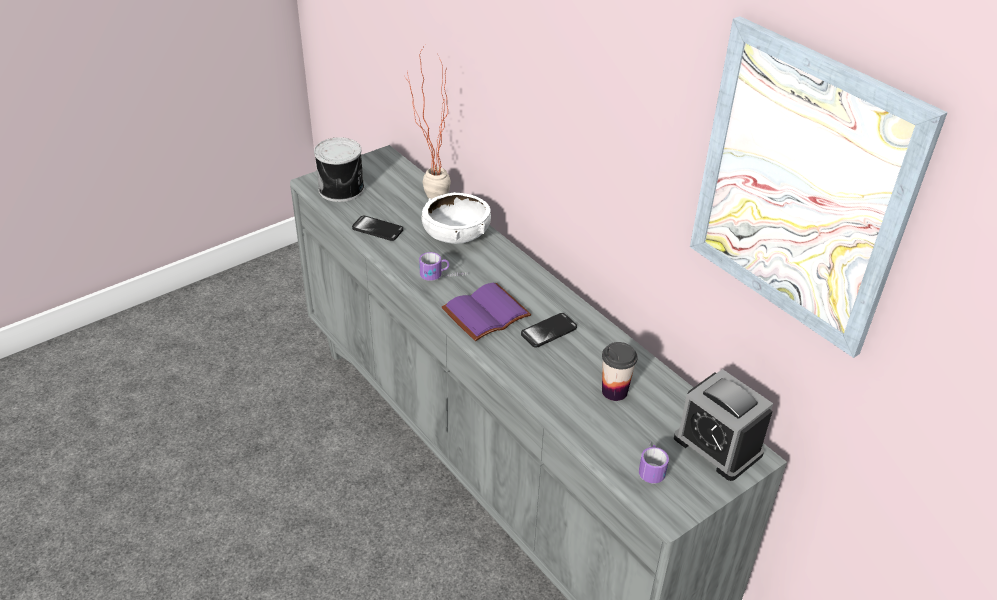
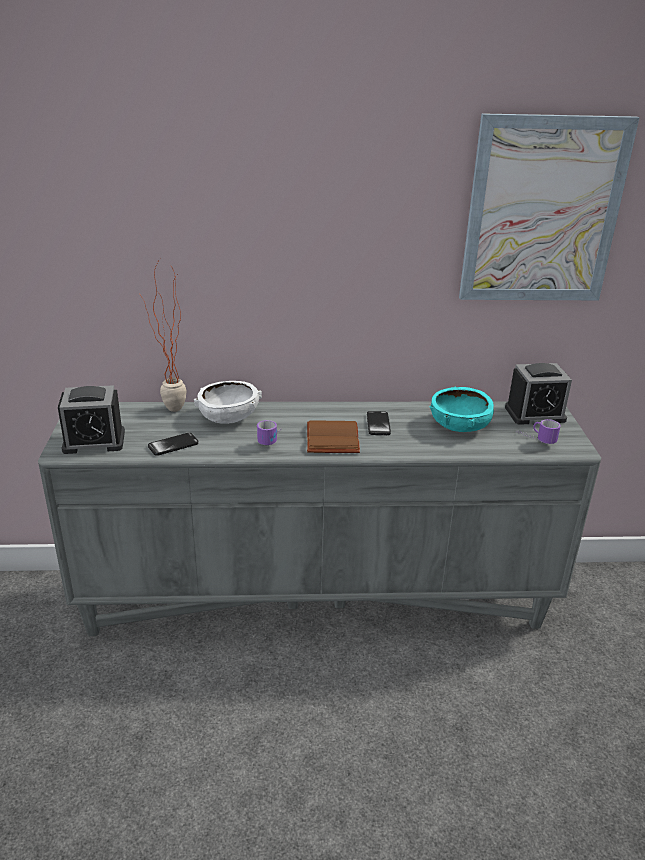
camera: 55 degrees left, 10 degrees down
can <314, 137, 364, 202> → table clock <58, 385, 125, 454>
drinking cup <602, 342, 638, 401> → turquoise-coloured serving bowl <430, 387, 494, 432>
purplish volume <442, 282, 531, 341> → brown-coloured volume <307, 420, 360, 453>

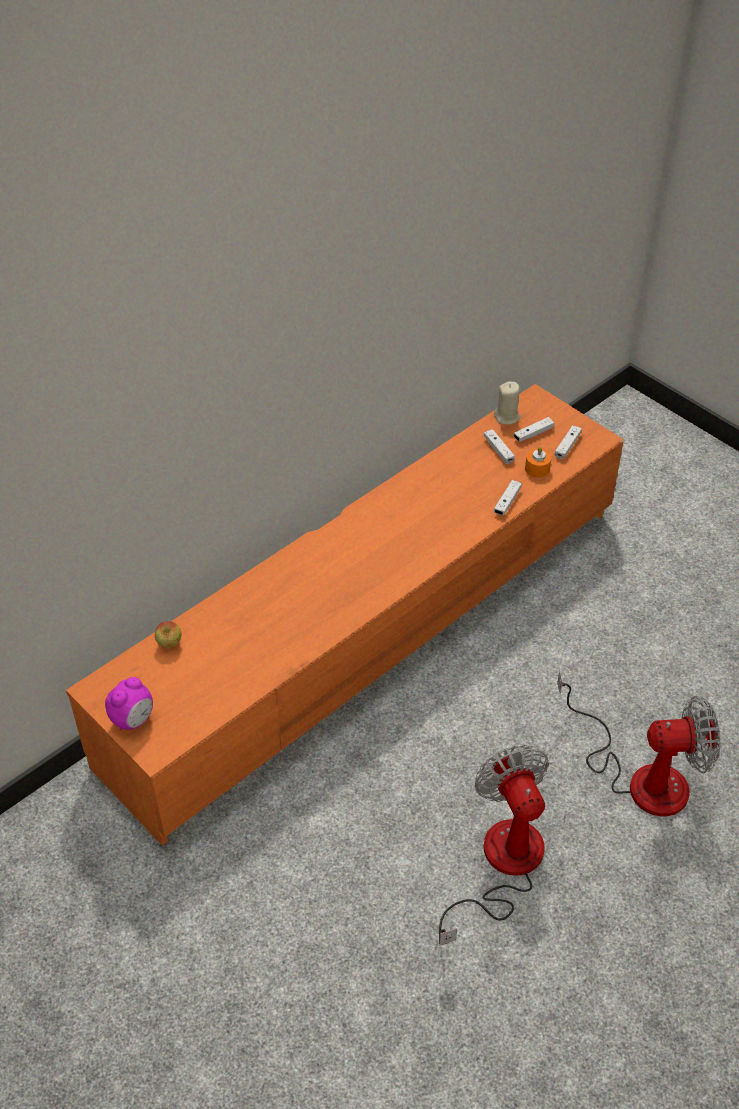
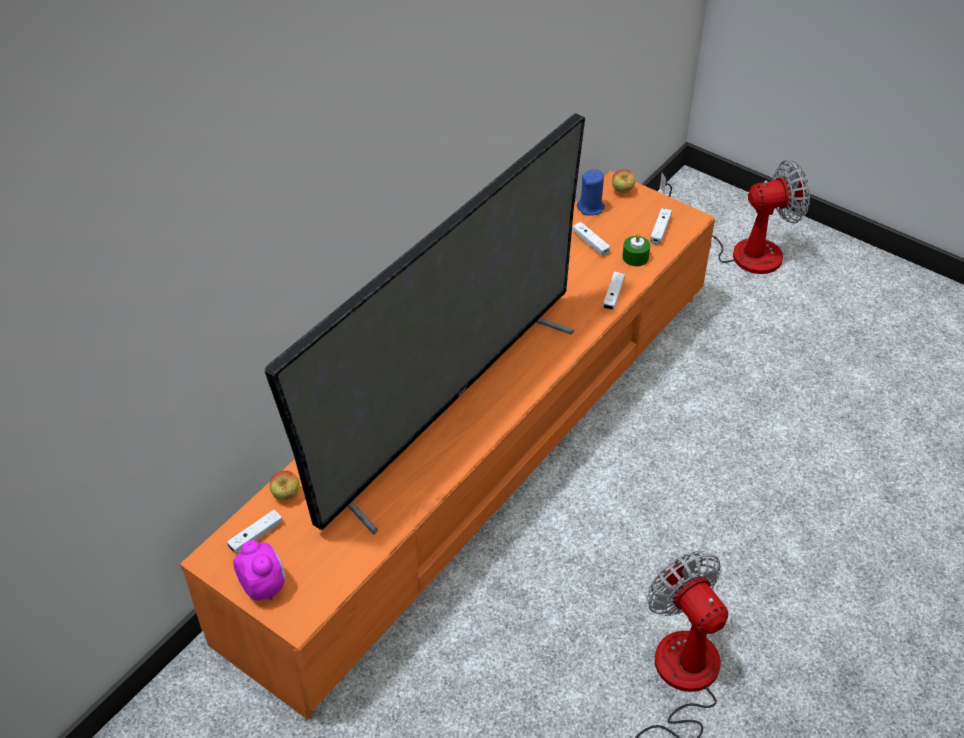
camera: 10 degrees left, 0 degrees up
- → TV <264, 113, 585, 535>
- → whole apple <612, 169, 635, 193>
white-coloured joypad <514, 417, 554, 442> → white-coloured joypad <227, 510, 283, 553>, move
electric fan <557, 671, 720, 816> → electric fan <660, 160, 810, 274>, move
beige candle <494, 381, 521, 425> → blue-coloured candle <577, 169, 605, 215>
orange-coloured candle <525, 447, 551, 478> → green-coloured candle <622, 233, 650, 266>
table clock <105, 677, 153, 730> → table clock <233, 540, 285, 601>, 60 degrees counterclockwise

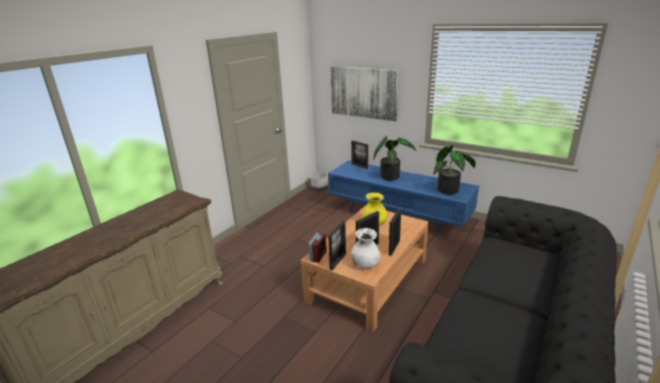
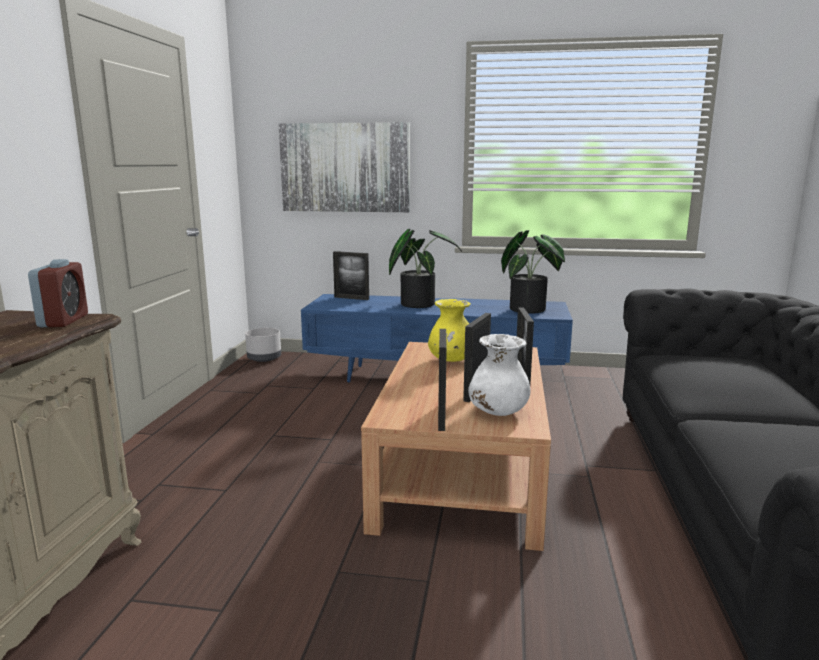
camera: 25 degrees left, 10 degrees down
table clock <308, 233, 326, 263> → table clock <28, 259, 88, 327>, move

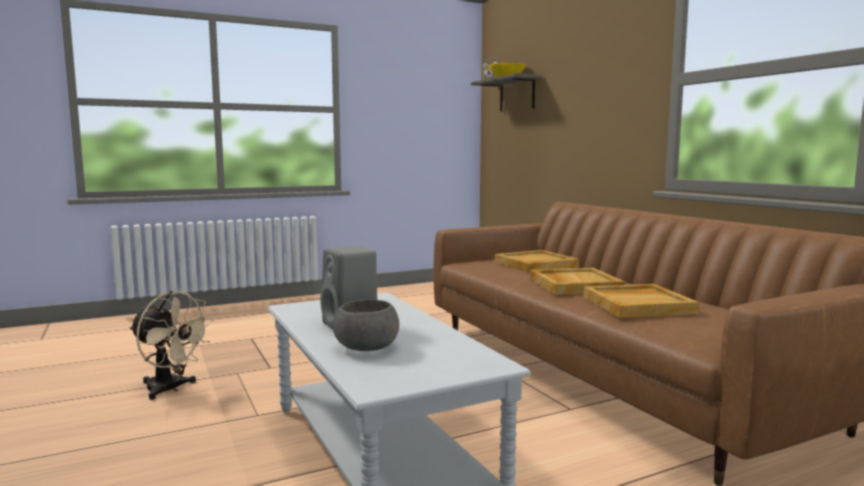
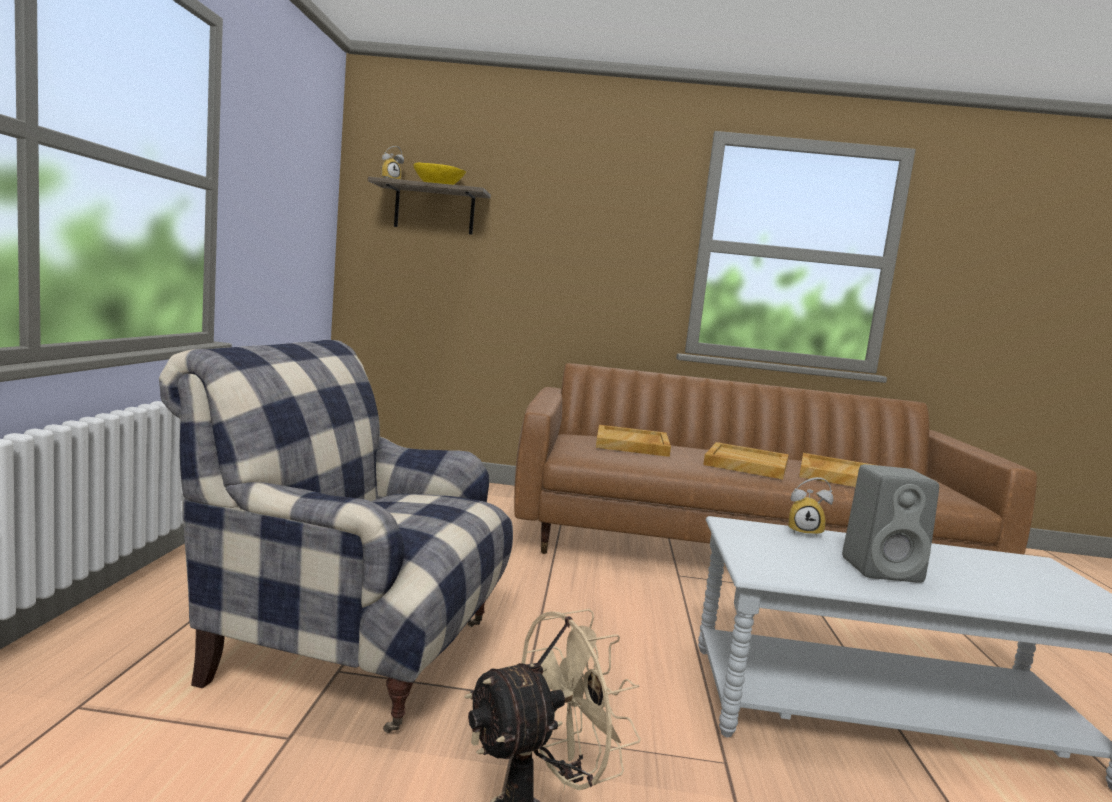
camera: 60 degrees left, 0 degrees up
grey serving bowl <333, 299, 399, 351> → -
- → armchair <159, 340, 513, 733>
- → table clock <788, 477, 833, 537>

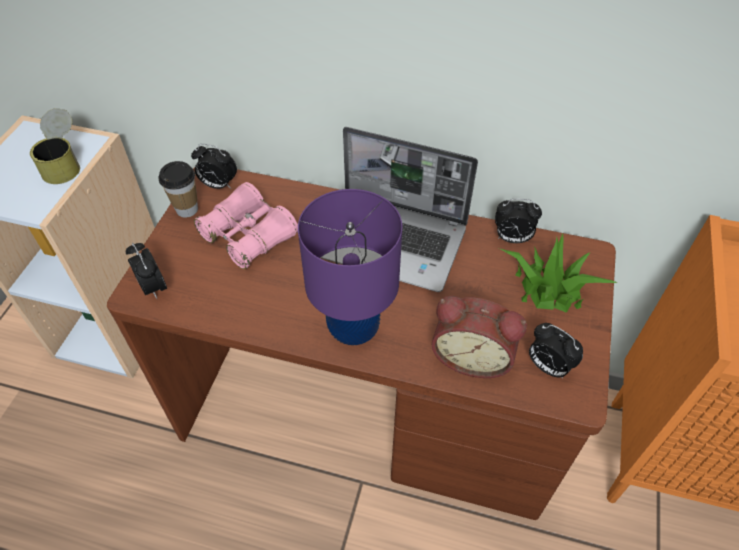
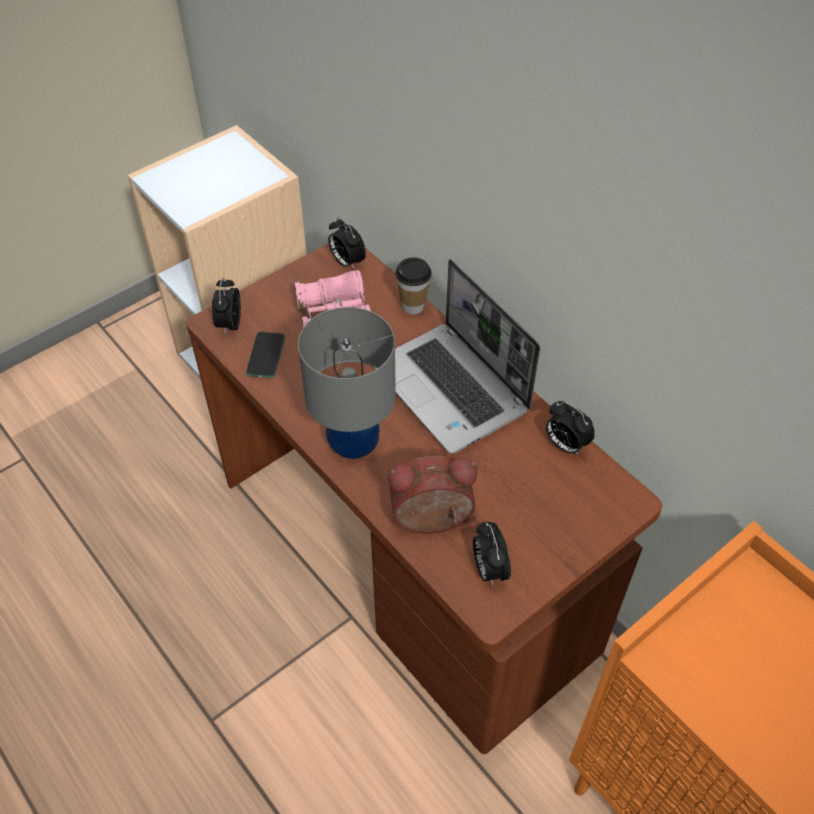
camera: 35 degrees right, 0 degrees up
can <30, 109, 80, 184> → -
potted plant <499, 234, 617, 313> → -
- → telephone <246, 332, 285, 378>
drinking cup <159, 161, 198, 217> → drinking cup <395, 257, 432, 315>, move
purplish tabletop lamp <298, 189, 402, 345> → grey tabletop lamp <298, 307, 396, 459>
table clock <432, 296, 527, 378> → table clock <388, 455, 477, 534>, 120 degrees clockwise

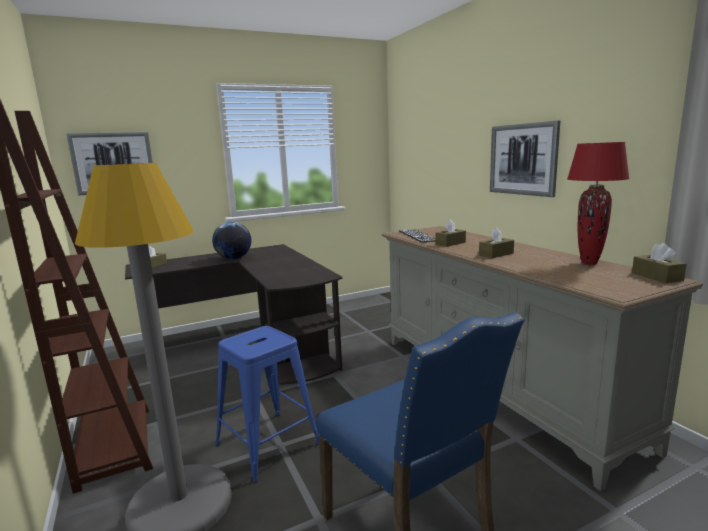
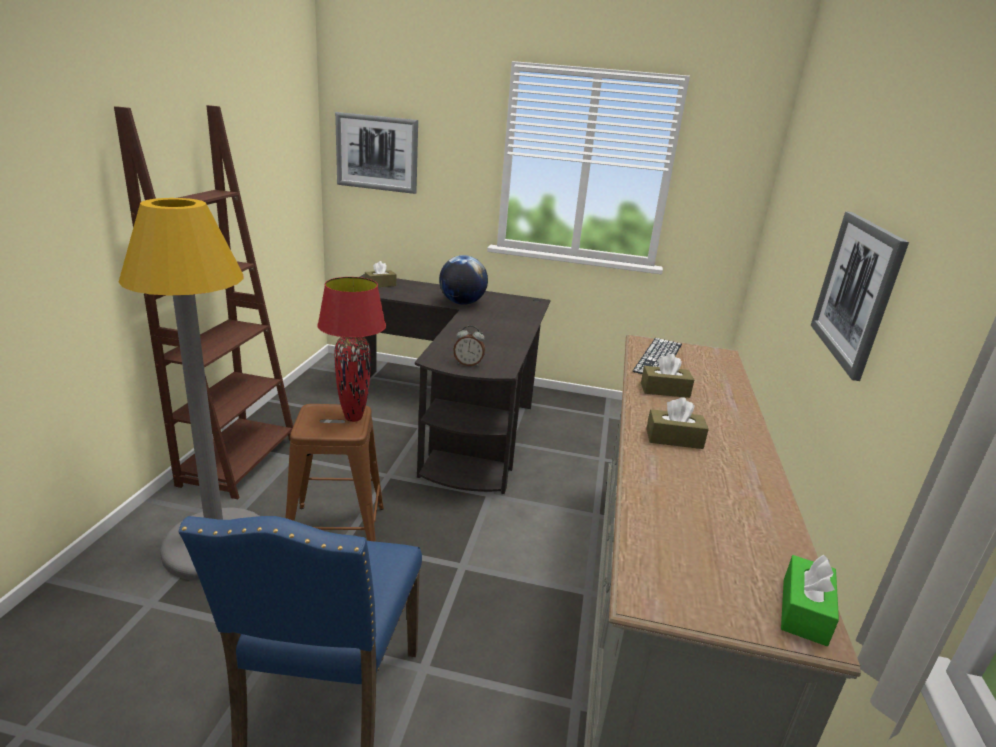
camera: 35 degrees right, 10 degrees up
- → table clock <453, 325, 485, 366>
reddish tabletop lamp <567, 142, 630, 265> → reddish tabletop lamp <317, 277, 386, 422>, move
blue-coloured stool seat <216, 326, 319, 483> → brown-coloured stool seat <285, 404, 384, 542>
brown-coloured box of tissues <632, 243, 687, 283> → green-coloured box of tissues <781, 554, 839, 646>

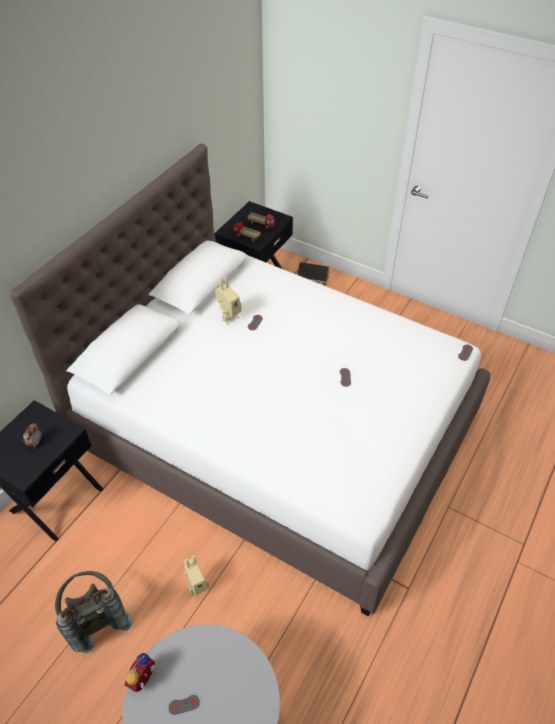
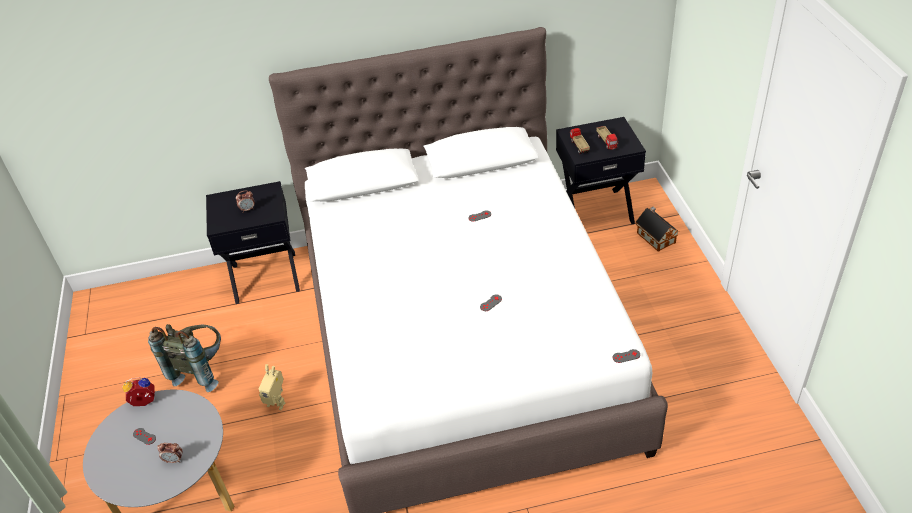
camera: 50 degrees right, 5 degrees down
robot figure <215, 277, 241, 324> → -
- → table clock <157, 443, 183, 463>

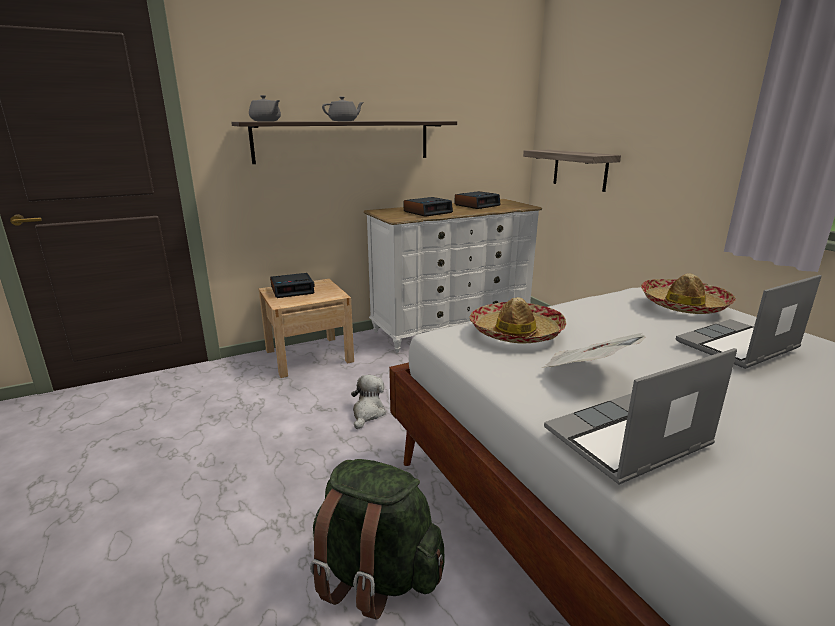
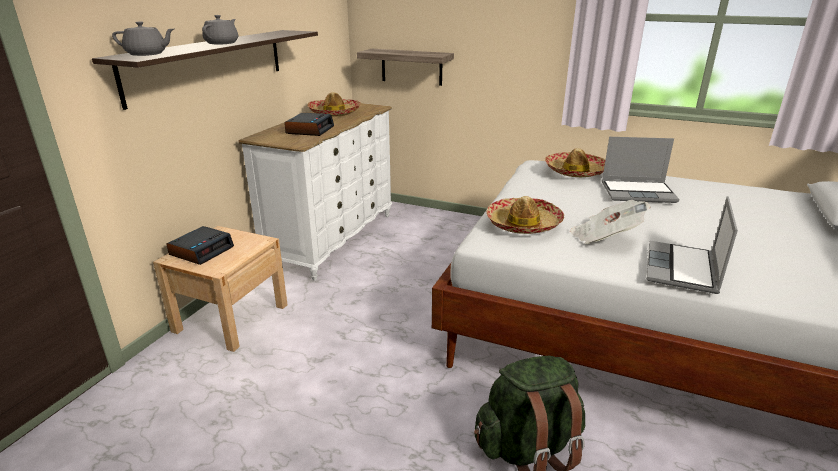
camera: 40 degrees left, 5 degrees up
plush toy <351, 375, 386, 429> → -
table clock <455, 191, 501, 209> → clothing hat <307, 92, 361, 116>
notebook computer <676, 275, 822, 369> → notebook computer <602, 137, 679, 203>, 105 degrees counterclockwise

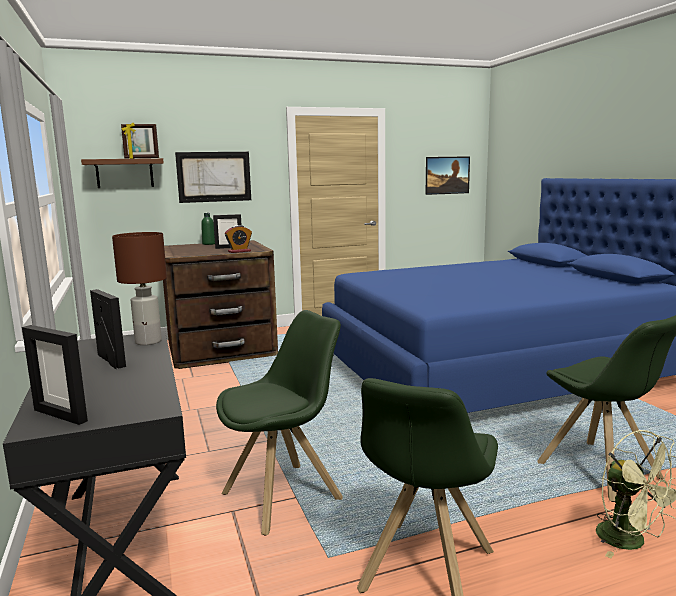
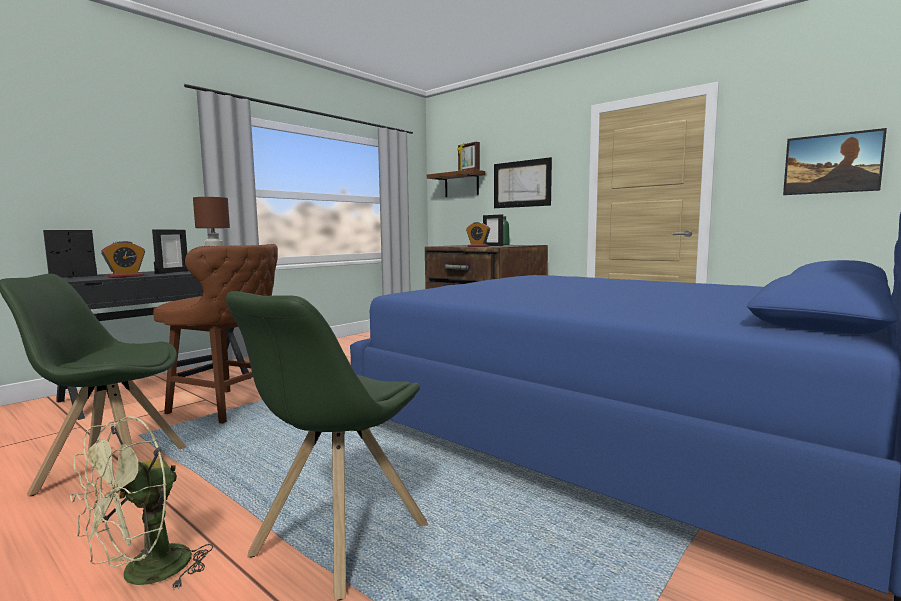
camera: 60 degrees right, 5 degrees down
- → table clock <101, 241, 145, 278>
green-coloured chair <216, 310, 343, 536> → brown-coloured stool seat <153, 244, 278, 424>
picture frame <22, 325, 88, 425> → picture frame <43, 230, 97, 278>, 45 degrees clockwise

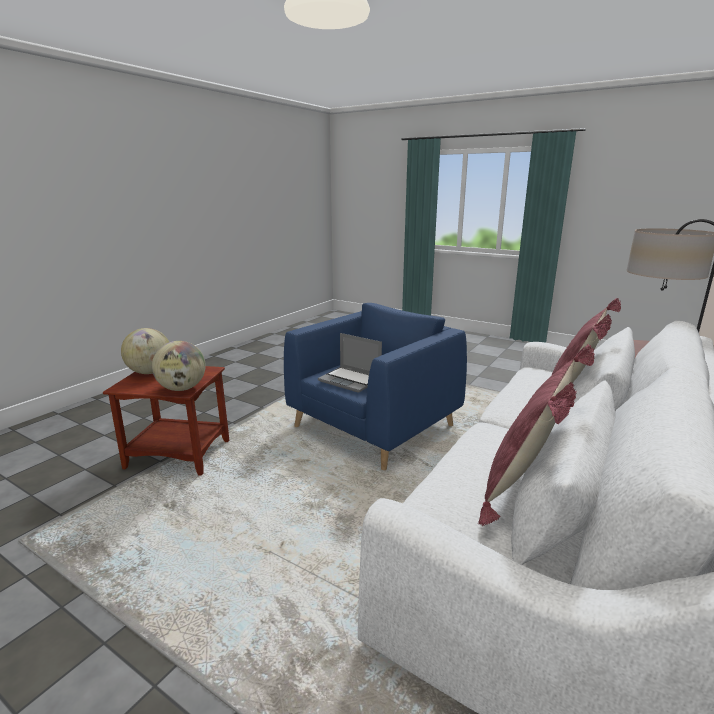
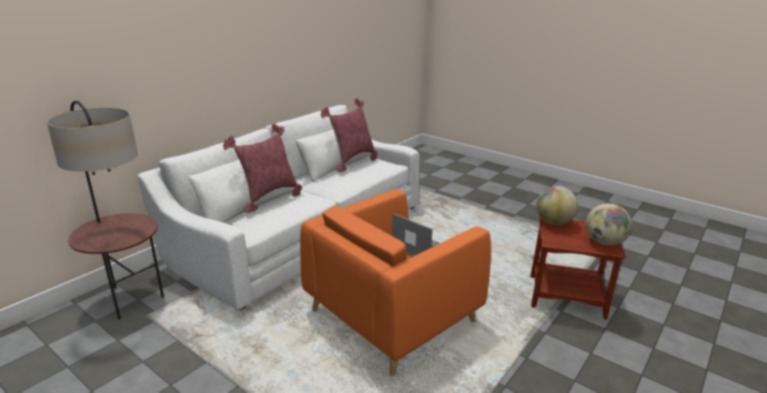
camera: 175 degrees left, 5 degrees up
blue-coloured armchair <284, 303, 467, 470> → orange-coloured armchair <300, 189, 491, 376>

